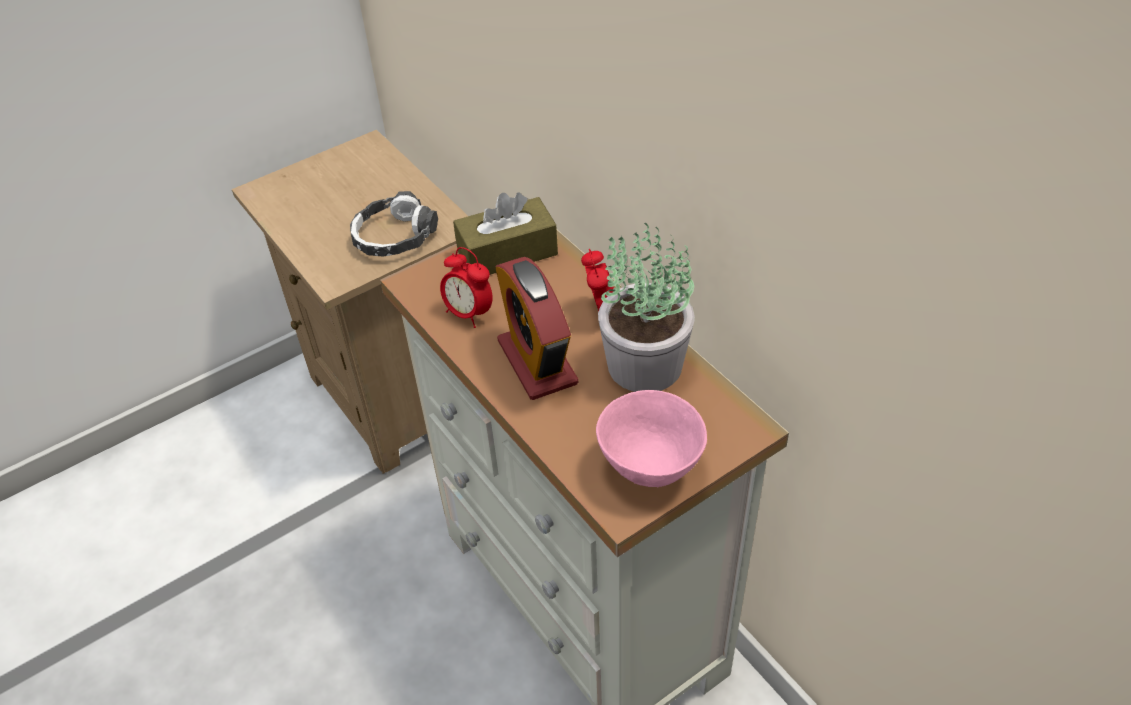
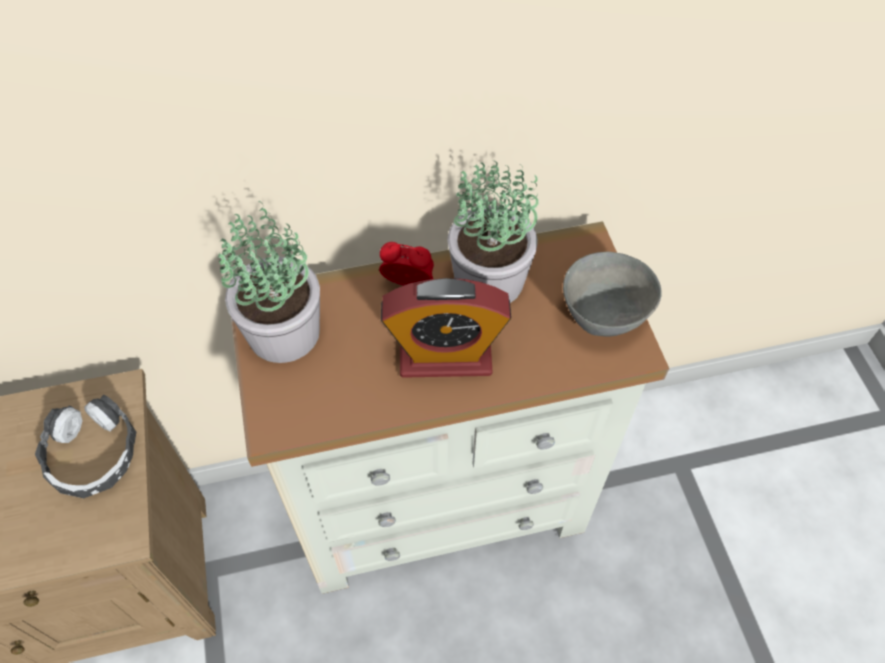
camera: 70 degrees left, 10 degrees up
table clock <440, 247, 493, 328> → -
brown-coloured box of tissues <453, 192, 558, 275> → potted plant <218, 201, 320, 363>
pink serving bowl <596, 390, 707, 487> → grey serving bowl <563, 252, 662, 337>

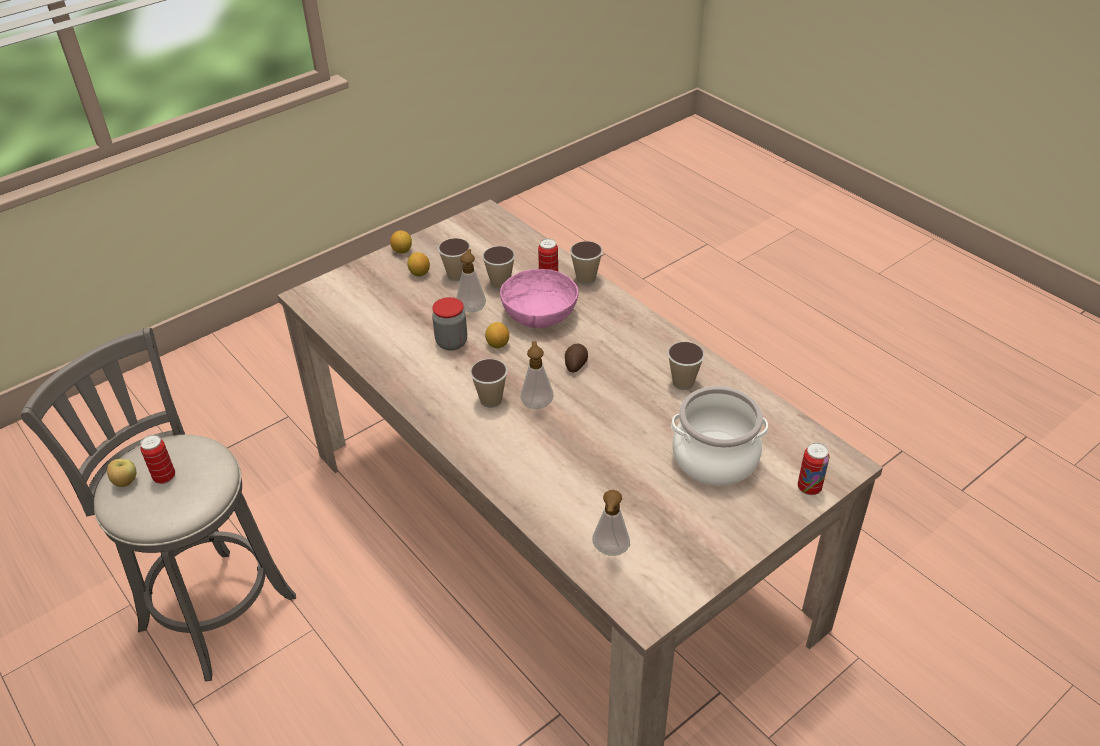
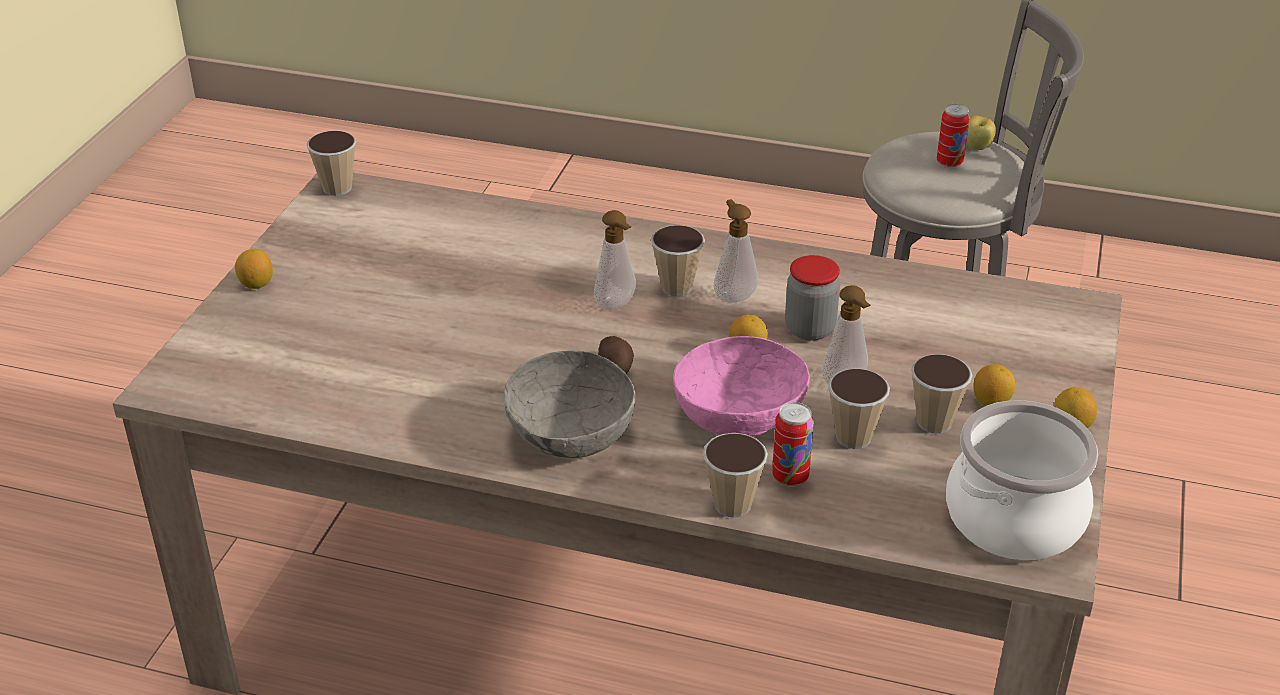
camera: 145 degrees right, 5 degrees down
can <798, 443, 829, 495> → -
- → whole lemon <235, 249, 273, 289>
- → grey serving bowl <504, 350, 635, 458>
soap bottle <592, 490, 630, 556> → soap bottle <714, 199, 759, 303>, move
drinking cup <667, 342, 705, 390> → drinking cup <306, 130, 356, 196>, move
cooking pot <671, 386, 768, 485> → cooking pot <946, 400, 1098, 560>, move

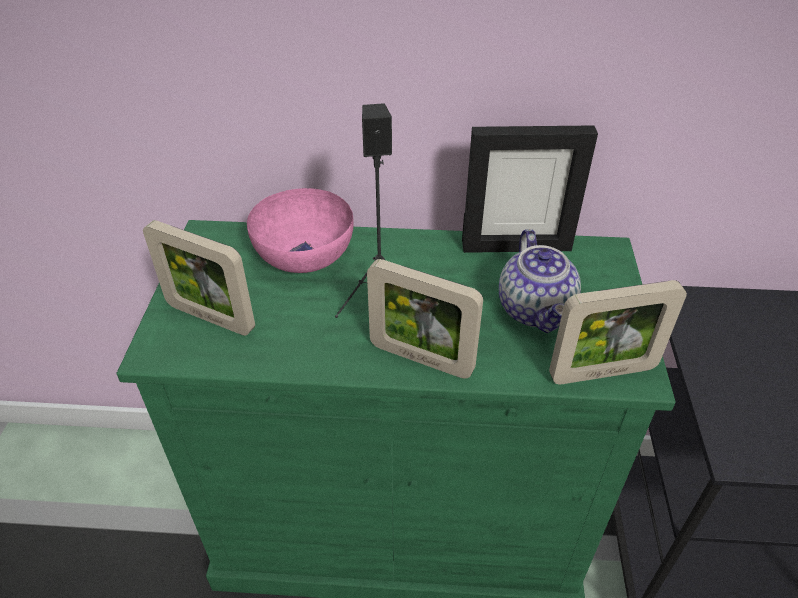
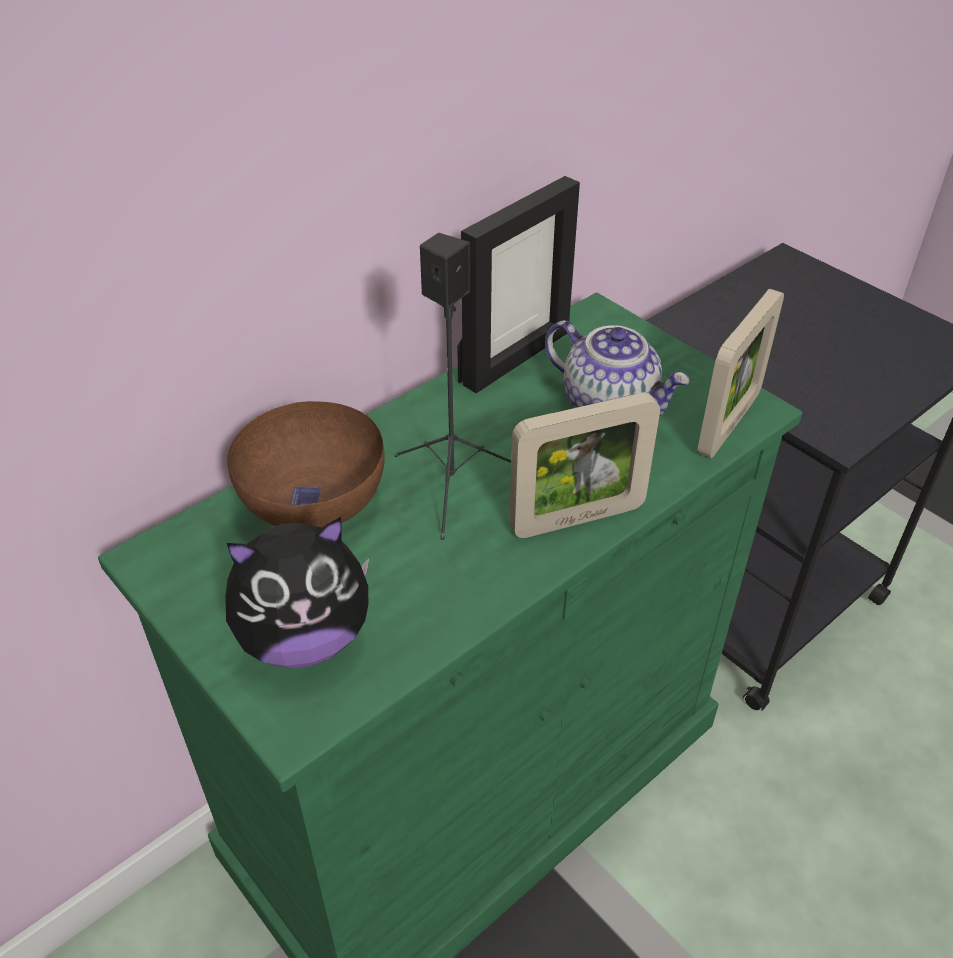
camera: 45 degrees left, 0 degrees up
picture frame <143, 220, 255, 336> → plush toy <225, 517, 370, 669>
pink serving bowl <247, 188, 354, 273> → brown-coloured serving bowl <227, 401, 385, 527>

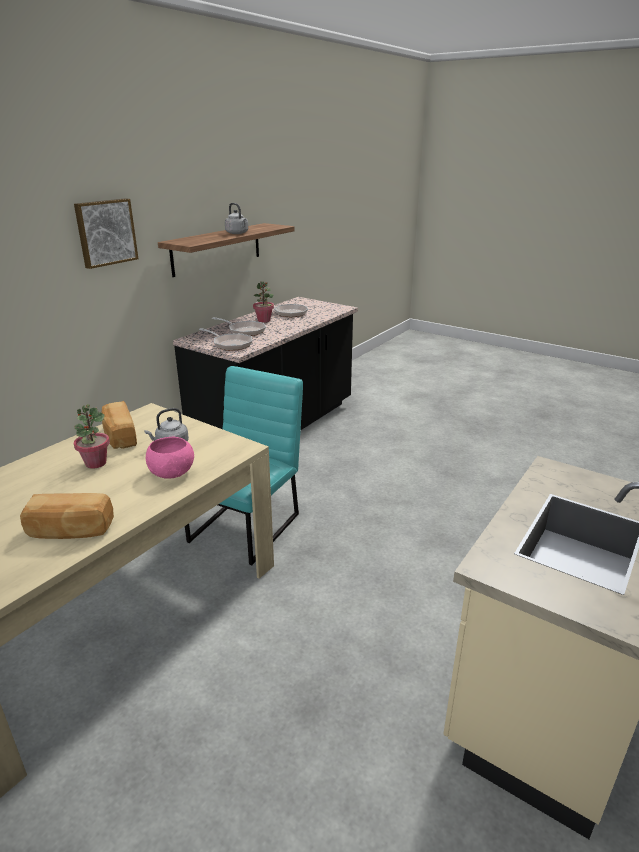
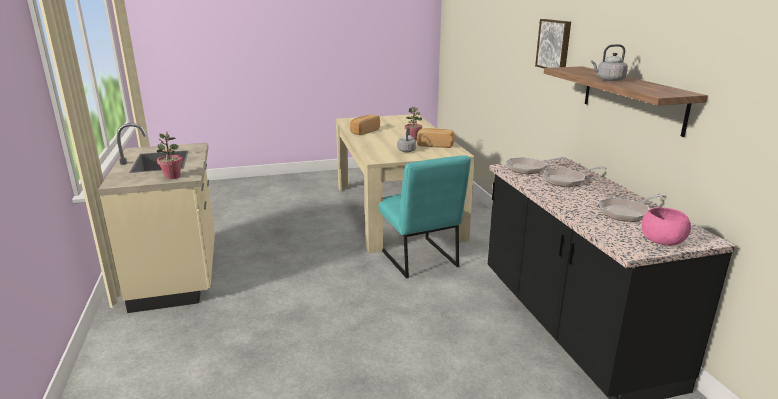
camera: 130 degrees right, 5 degrees down
pink serving bowl <145, 437, 194, 479> → pink serving bowl <641, 207, 691, 246>, move
potted plant <253, 281, 274, 323> → potted plant <157, 131, 183, 179>, move

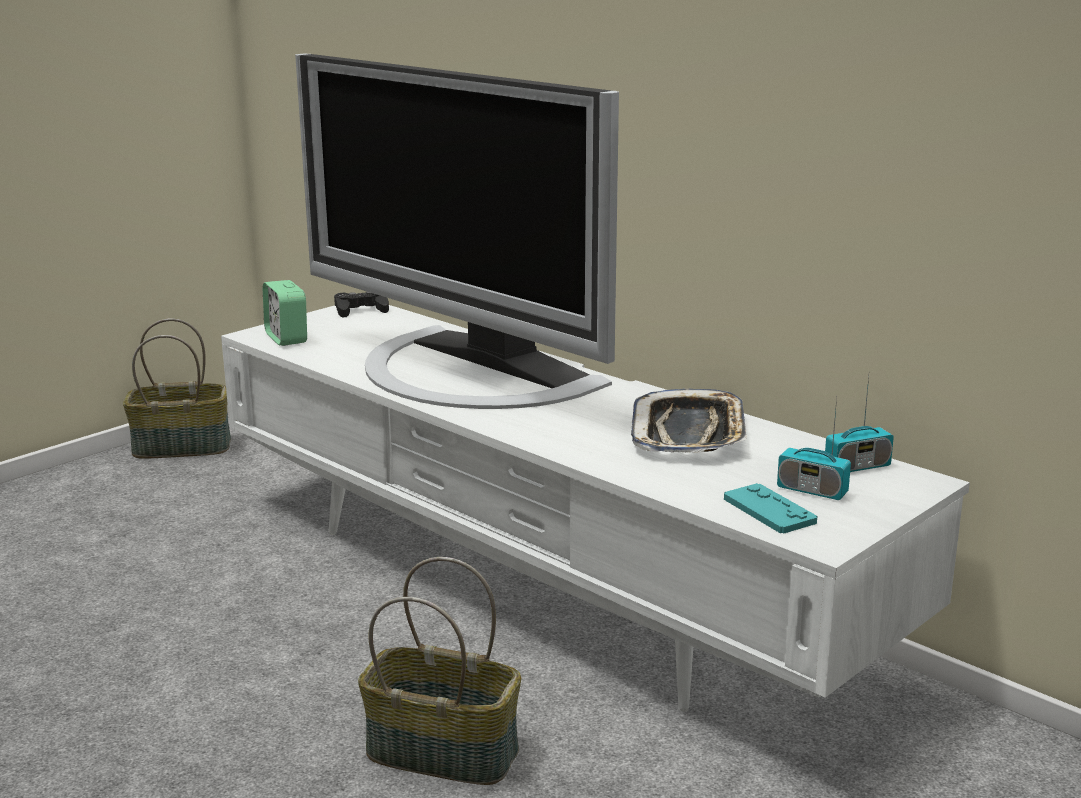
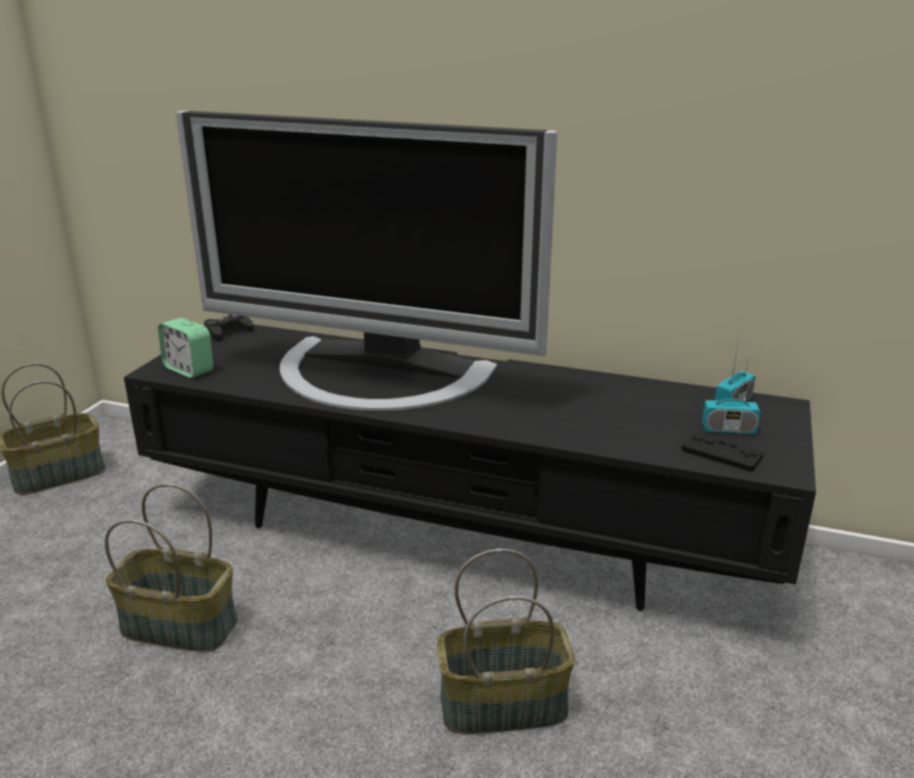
camera: 25 degrees left, 5 degrees up
tray <631, 389, 747, 453> → -
- → household basket <105, 483, 237, 652>
white-coloured media console <221, 305, 970, 712> → blackish media console <124, 324, 816, 611>
turquoise-coloured joypad <724, 483, 817, 534> → blackish joypad <682, 432, 764, 471>

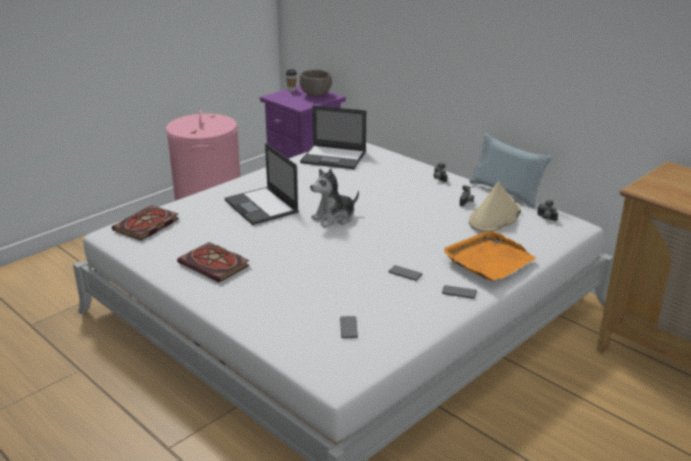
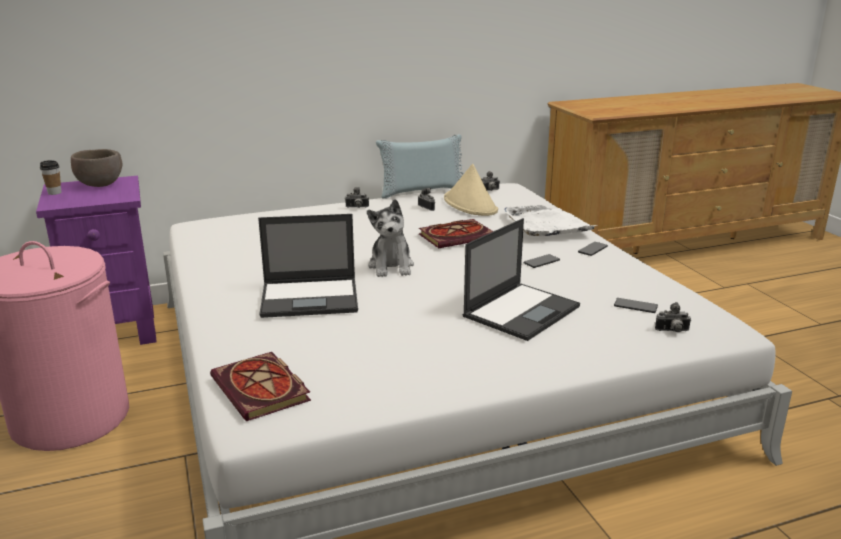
camera: 65 degrees left, 5 degrees down
- → photo camera <655, 302, 691, 332>
volume <177, 242, 250, 282> → volume <419, 219, 493, 248>, move
notebook computer <300, 105, 366, 169> → notebook computer <463, 218, 580, 341>, move
orange-coloured tray <444, 231, 536, 281> → white-coloured tray <504, 205, 597, 236>

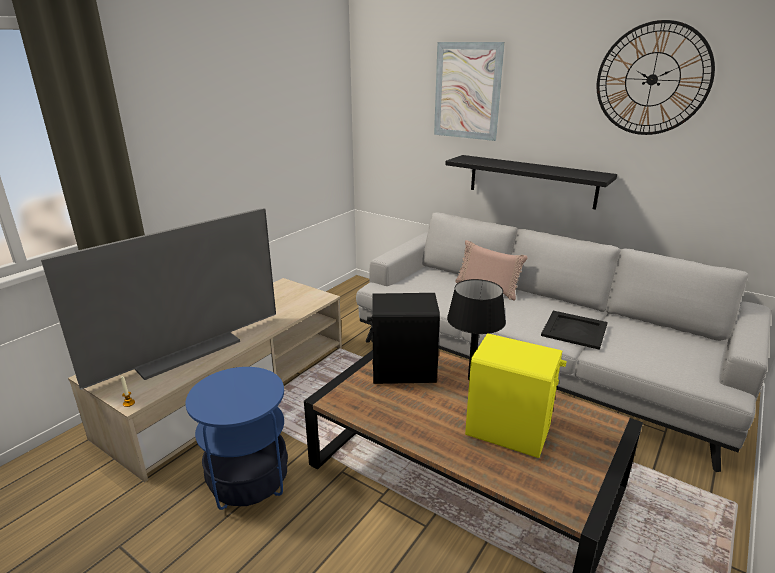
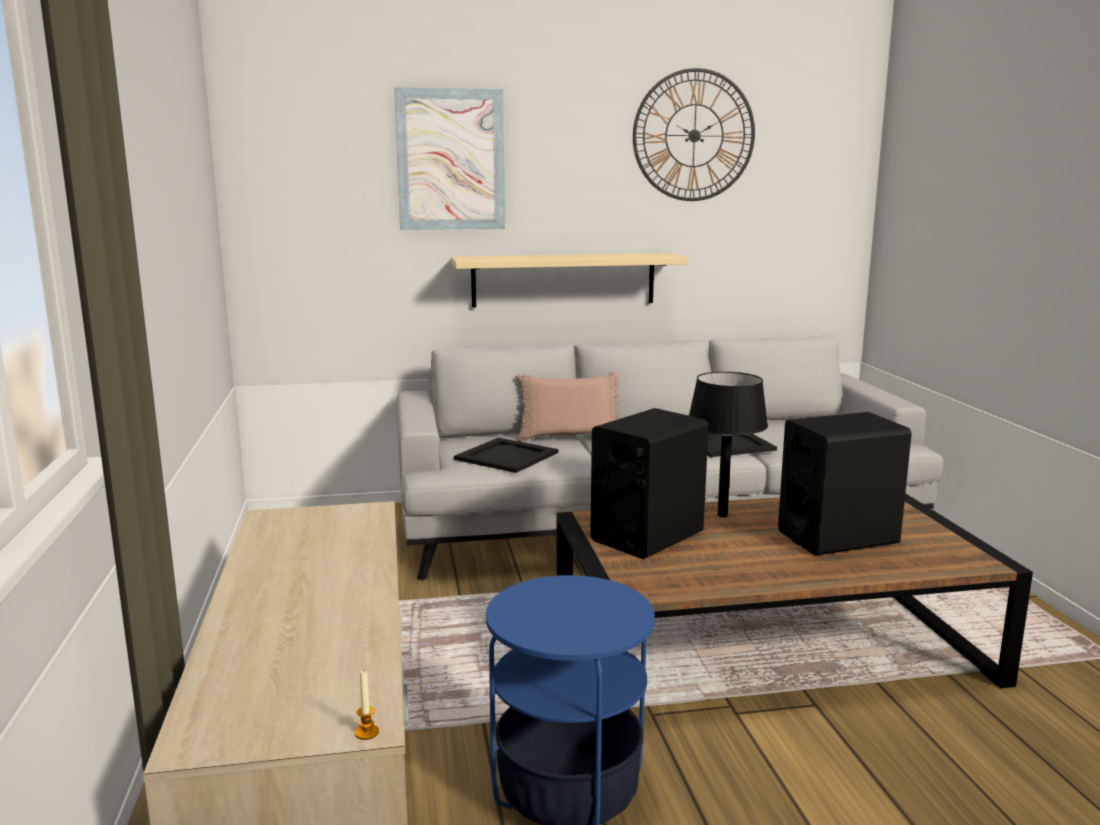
camera: 45 degrees left, 10 degrees down
TV <41, 208, 276, 390> → -
- → blackish tray <454, 438, 559, 473>
blackish bracket shelf <445, 155, 617, 210> → beige bracket shelf <451, 253, 688, 308>
yellow-coloured audio speaker <465, 333, 567, 458> → blackish audio speaker <778, 412, 912, 556>

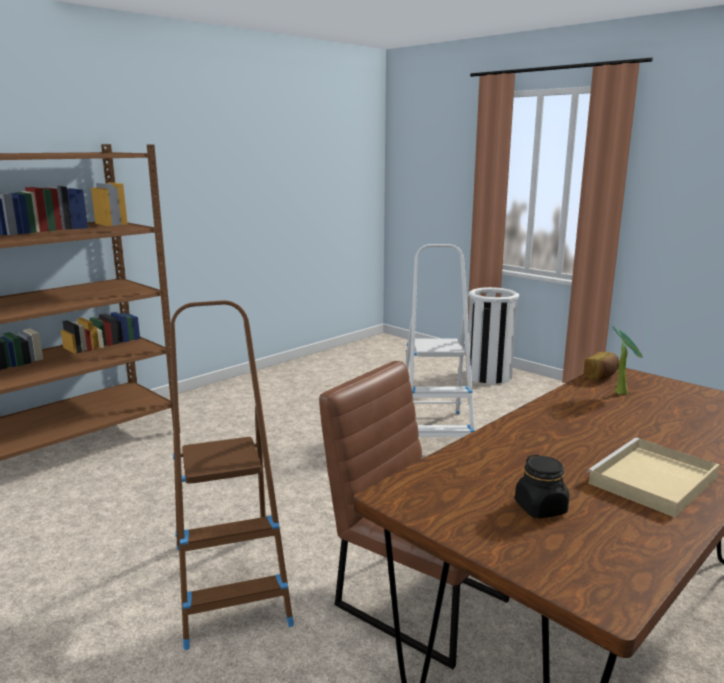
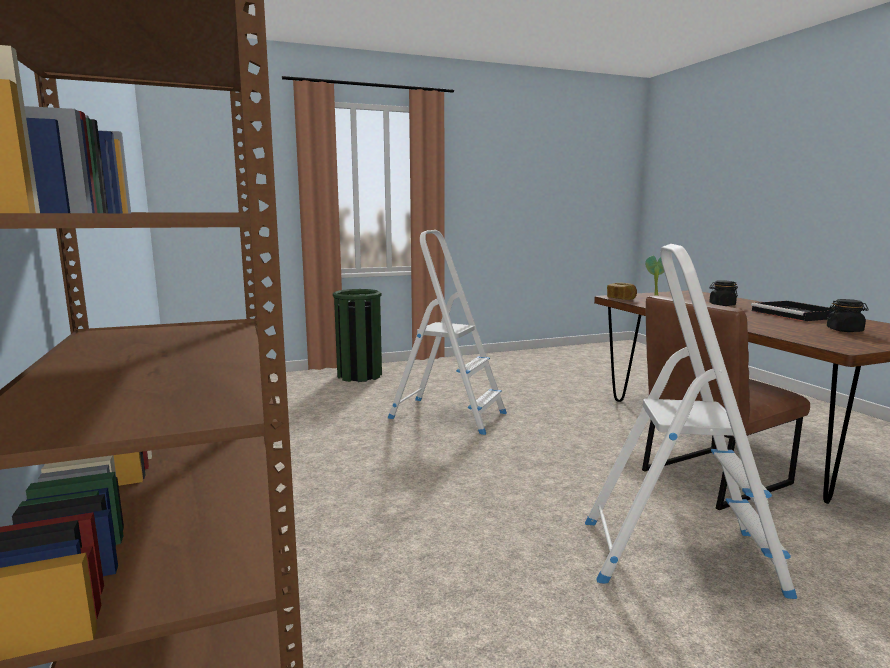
camera: 65 degrees left, 5 degrees down
- → blackish preserve jar <709, 280, 738, 306>
brown-coloured step ladder <170, 300, 294, 650> → white-coloured step ladder <585, 244, 797, 599>
white-coloured waste bin <466, 287, 519, 385> → green-coloured waste bin <333, 289, 382, 382>
beige tray <586, 438, 720, 517> → blackish tray <751, 301, 835, 321>

